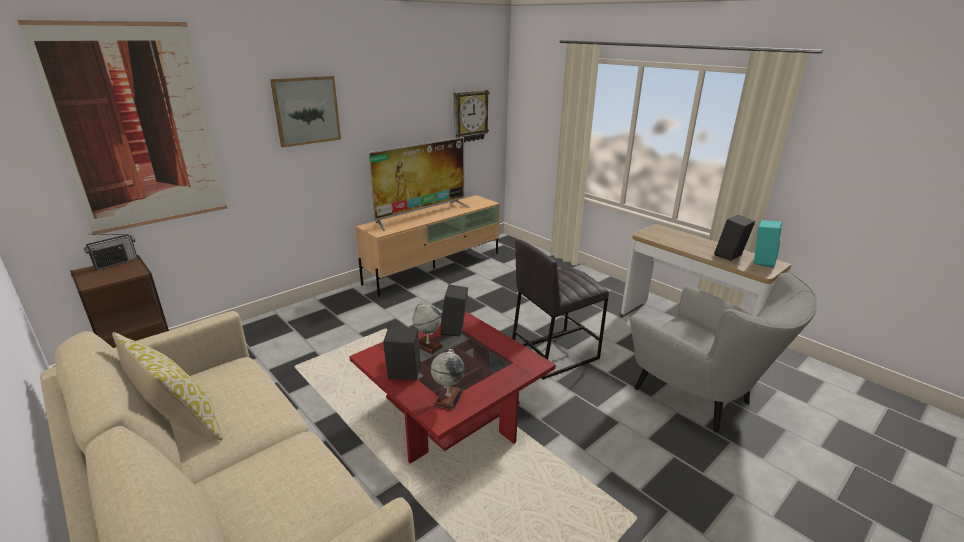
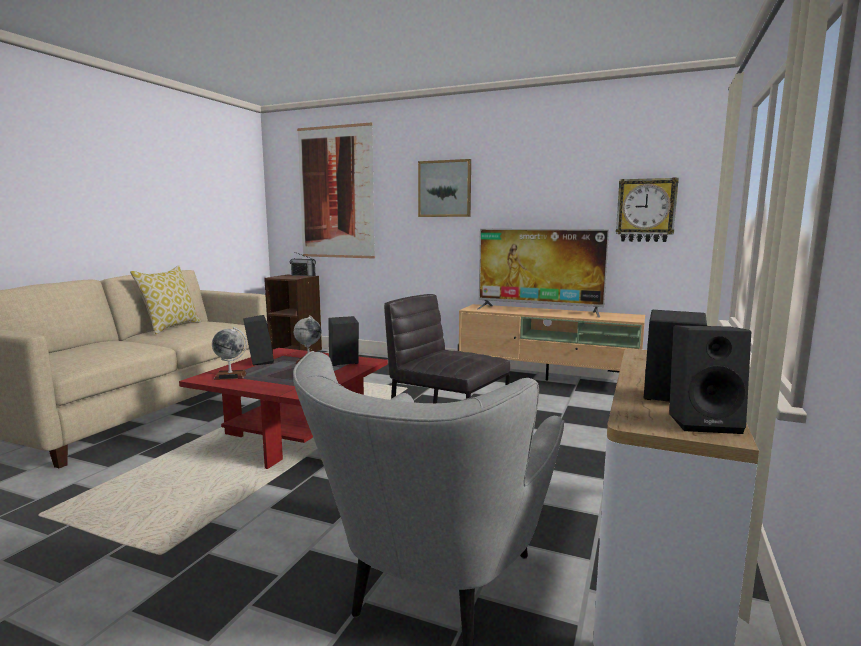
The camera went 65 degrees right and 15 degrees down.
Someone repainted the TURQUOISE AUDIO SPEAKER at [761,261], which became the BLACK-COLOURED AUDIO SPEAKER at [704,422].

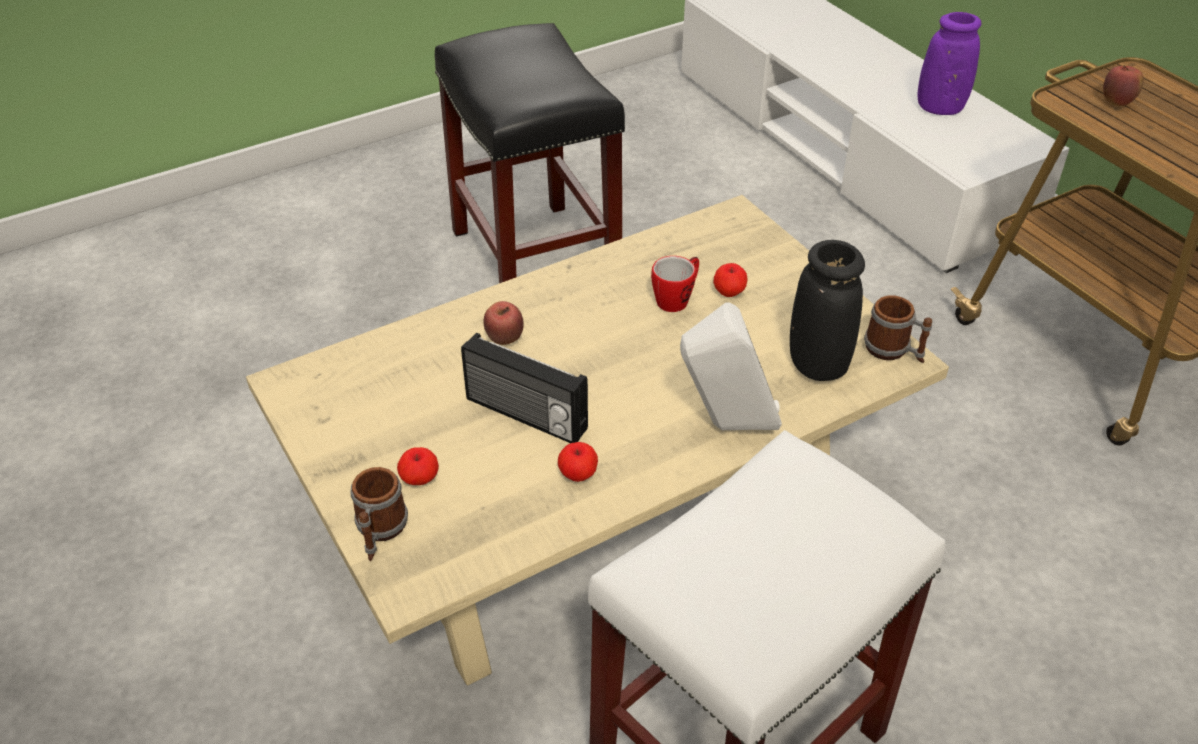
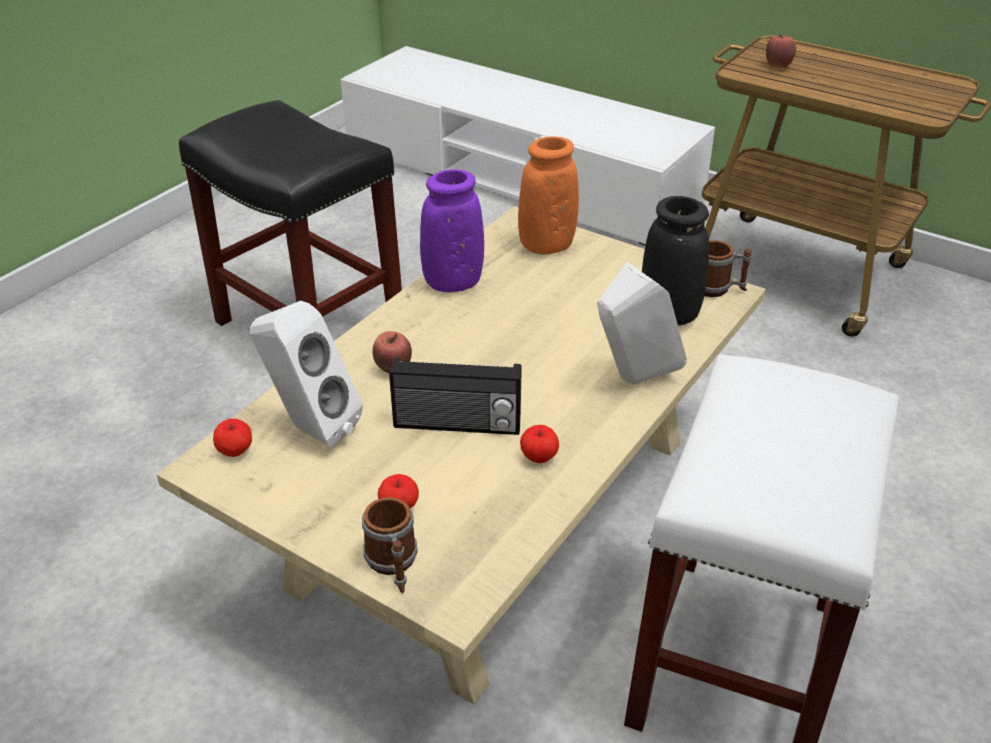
The camera went 25 degrees left and 5 degrees down.
Someone carried the PURPLISH FLOWER VASE from [940,108] to [453,283].
Someone took away the MUG at [677,299].
Someone carried the APPLE from [729,292] to [235,451].
Someone put down the ORANGE-COLOURED FLOWER VASE at [546,246].
Someone put down the WHITE-COLOURED AUDIO SPEAKER at [310,428].

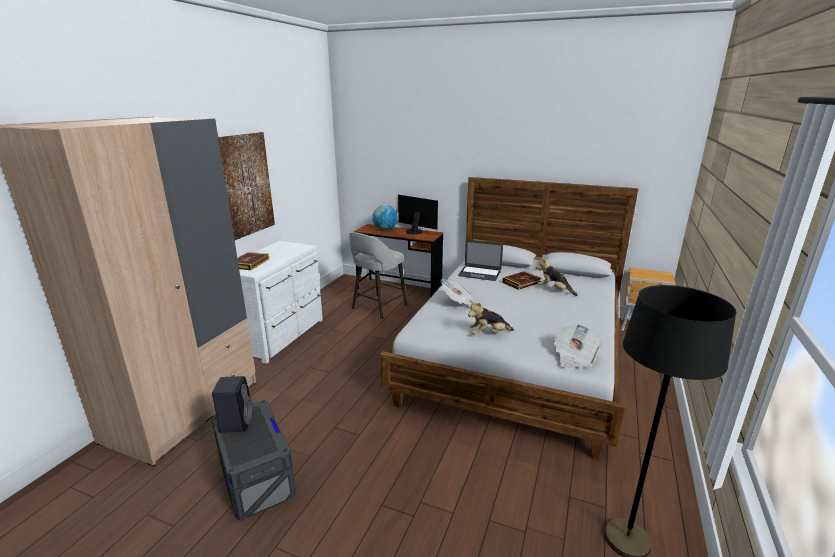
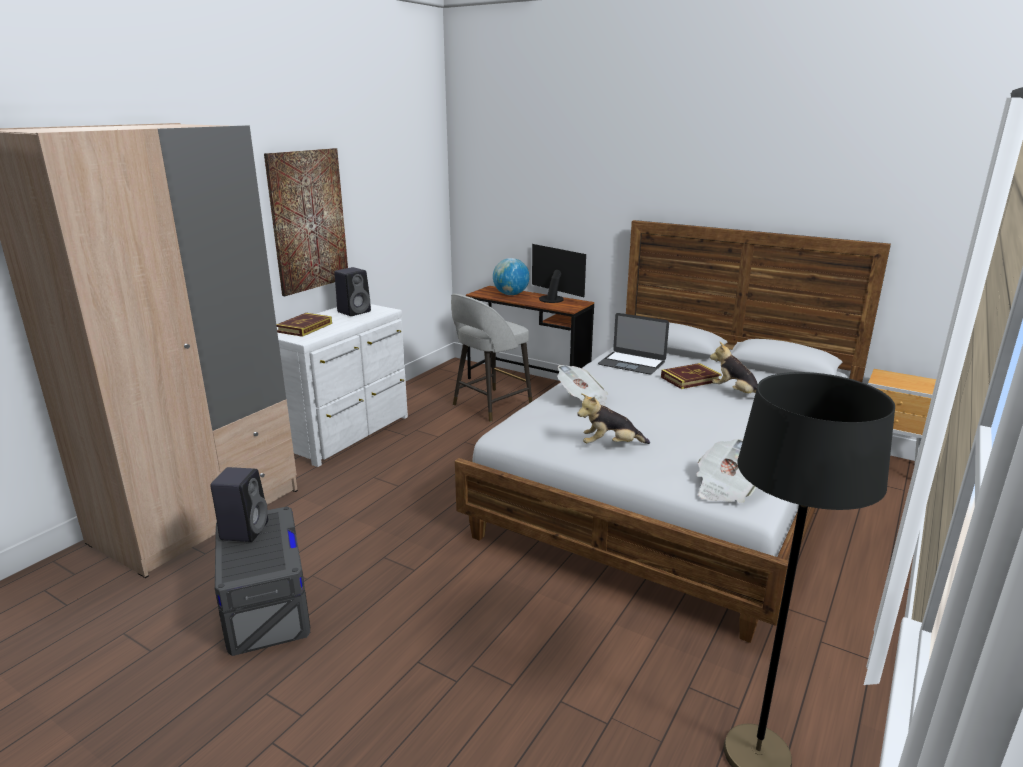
The camera went 10 degrees right and 0 degrees up.
Someone put down the BLACK-COLOURED AUDIO SPEAKER at [354,311].

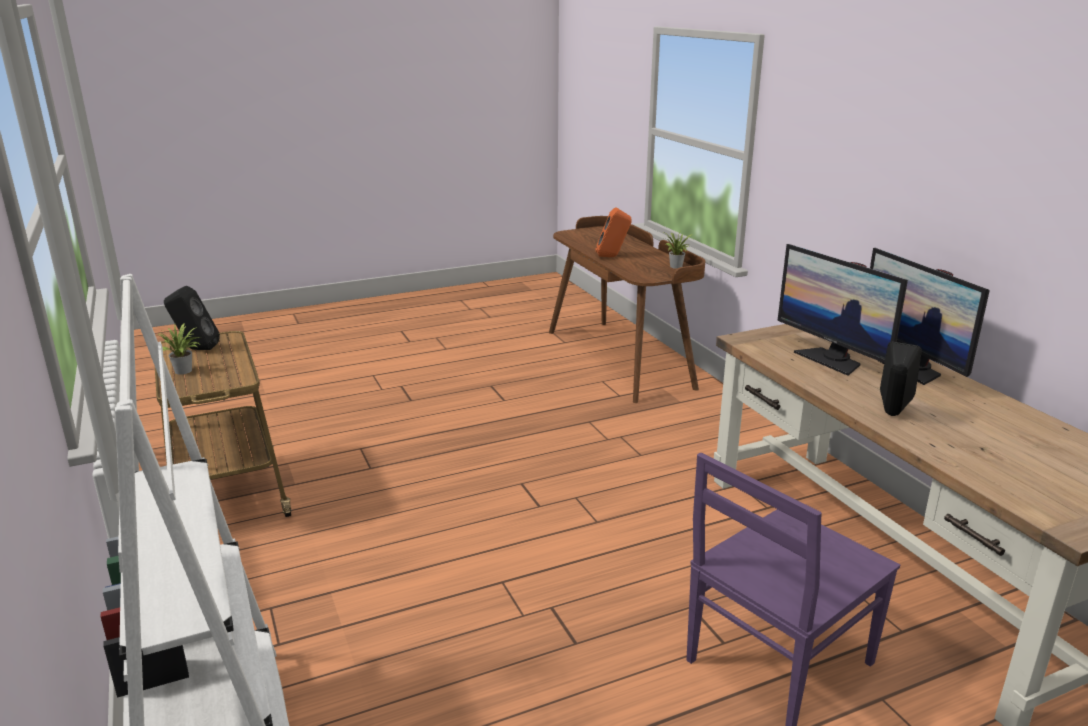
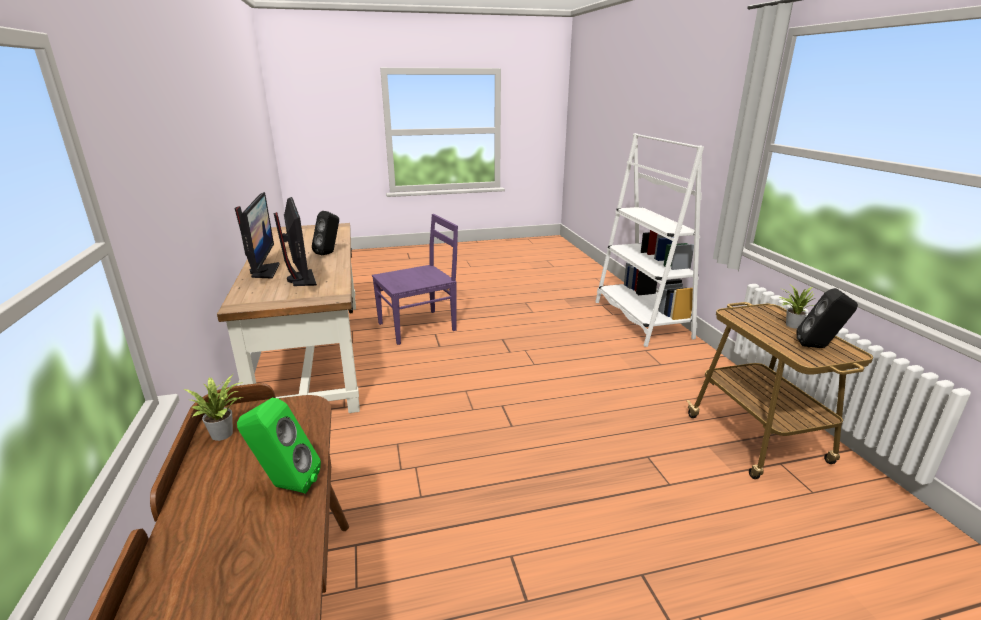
The camera went 170 degrees left and 0 degrees up.
Someone repainted the ORANGE-COLOURED AUDIO SPEAKER at [612,257], which became the GREEN AUDIO SPEAKER at [285,485].

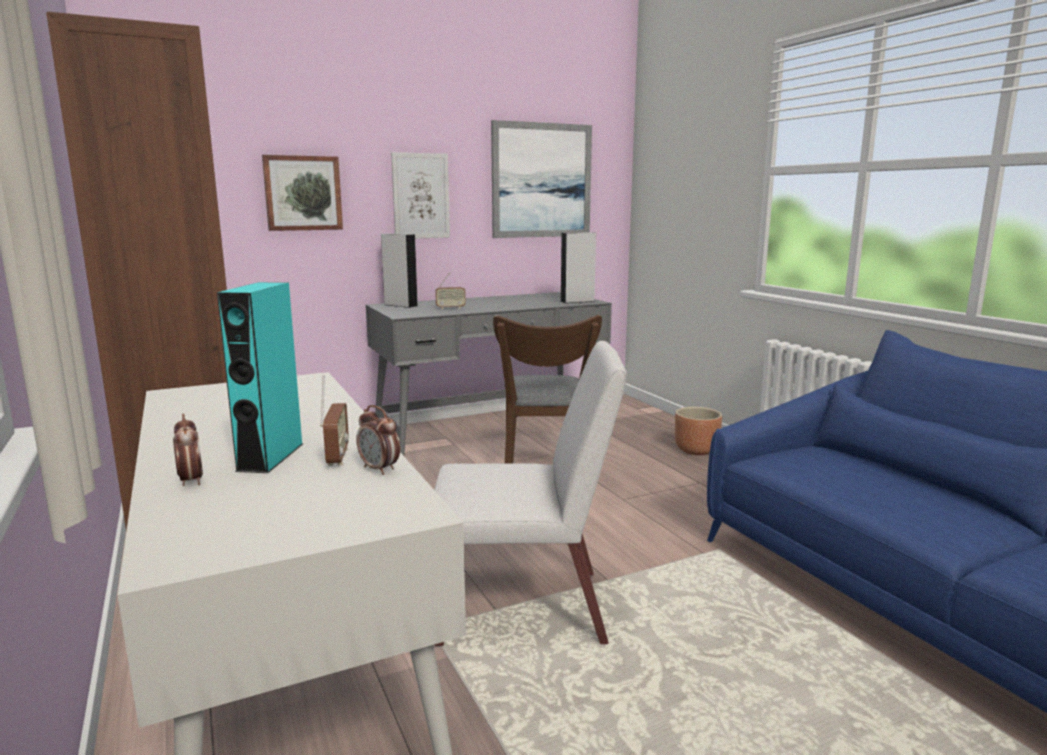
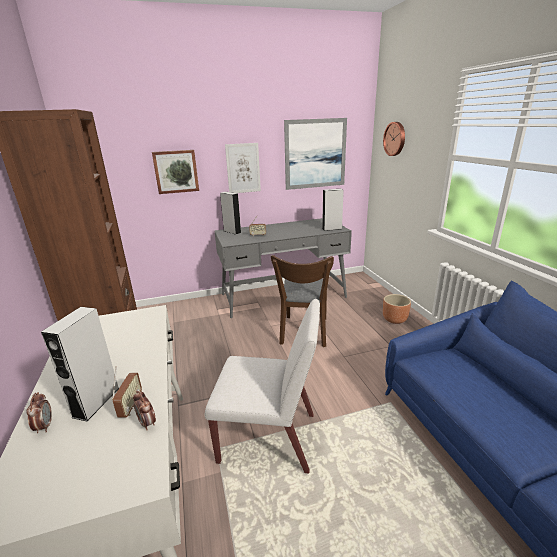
The camera went 10 degrees right and 10 degrees up.
Someone repainted the TURQUOISE AUDIO SPEAKER at [270,457], which became the GREYISH AUDIO SPEAKER at [96,402].
Someone put up the CLOCK ON THE WALL at [395,139].

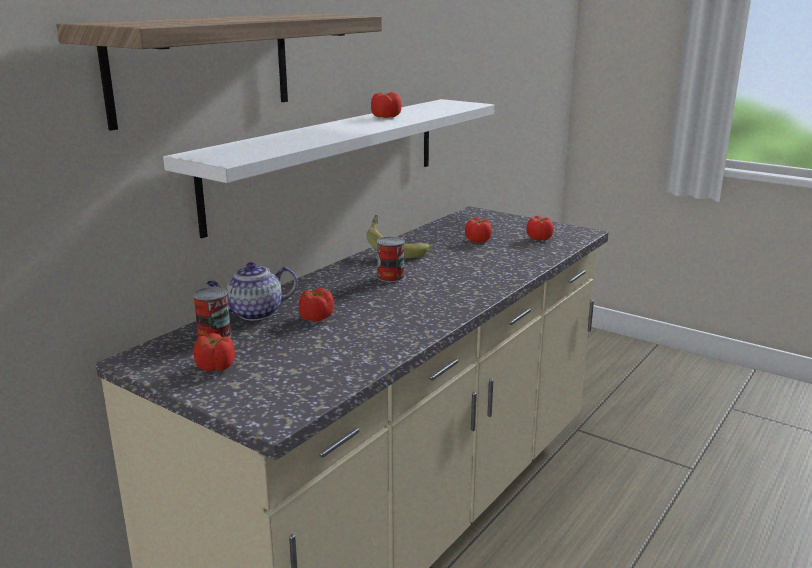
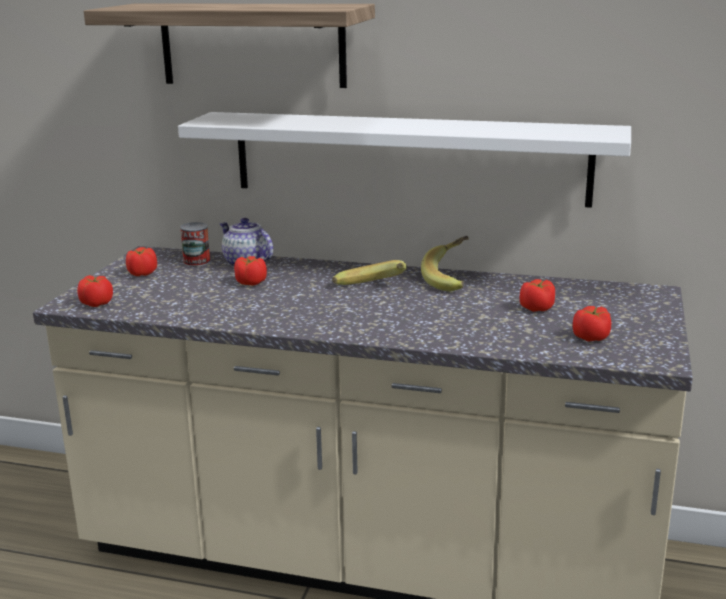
The camera went 70 degrees right and 0 degrees up.
Someone carried the FRESH TOMATO from [386,117] to [96,303].
Someone swapped the METAL CAN at [390,277] for the BANANA at [373,290].

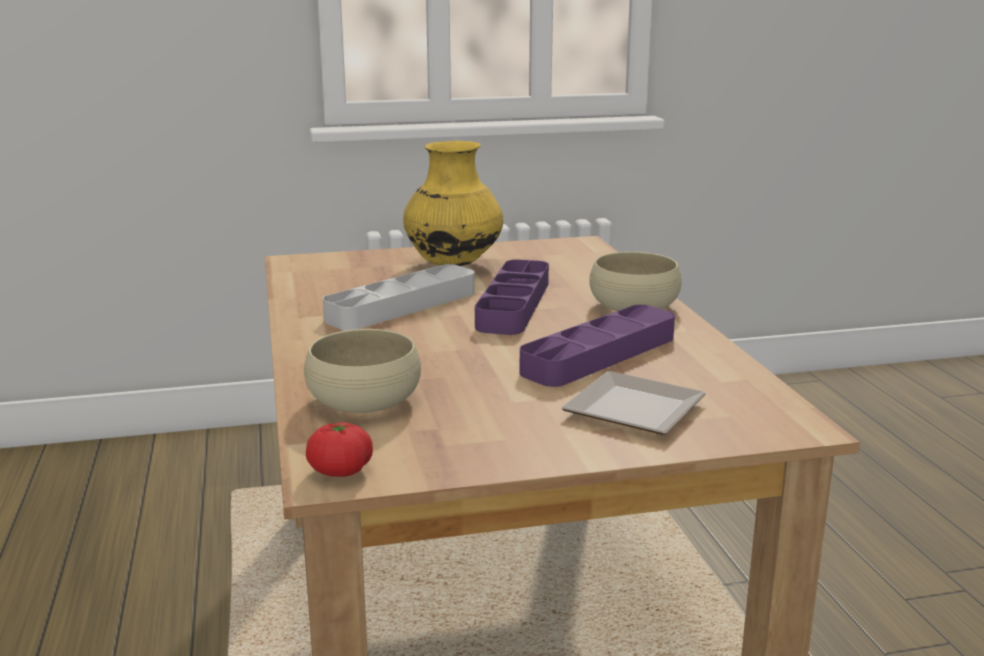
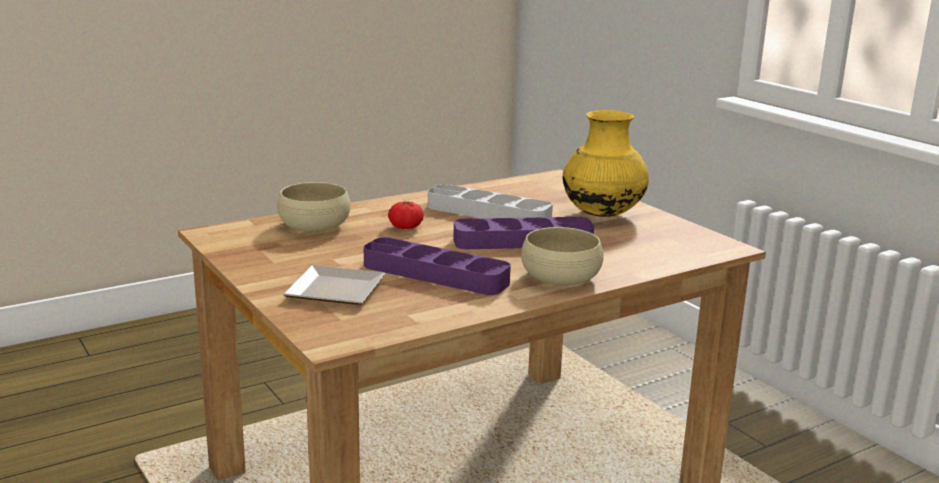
The camera went 70 degrees right and 0 degrees up.
Someone carried the FRESH TOMATO from [340,471] to [405,227].

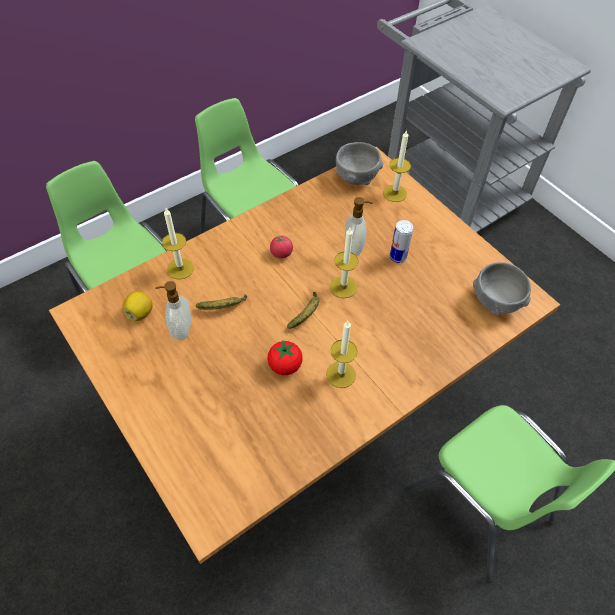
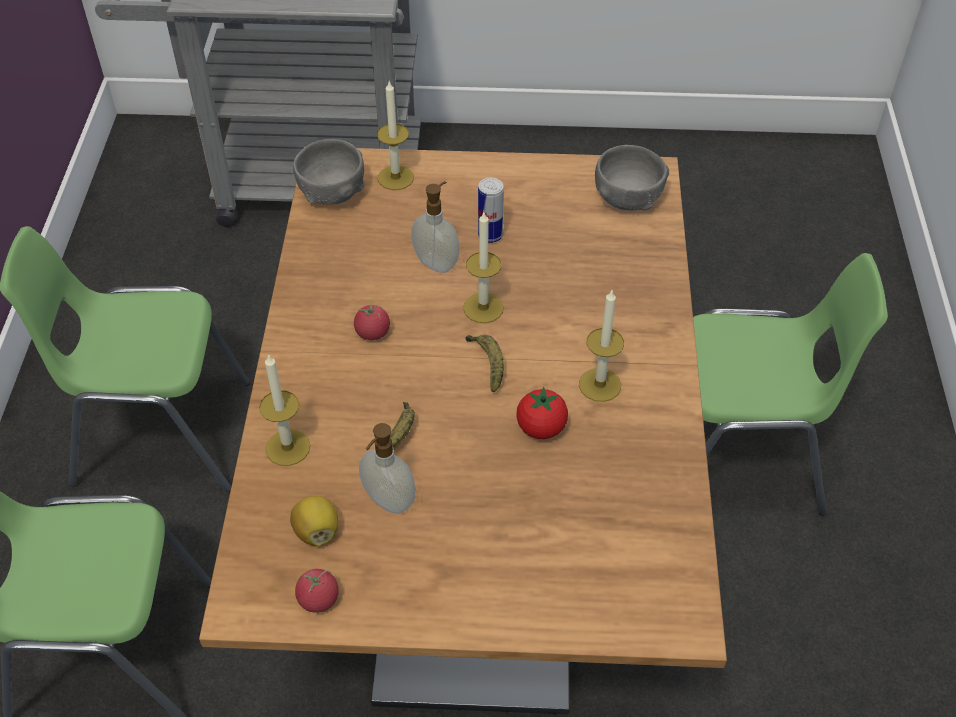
The camera went 50 degrees left and 5 degrees down.
Someone put down the FRESH TOMATO at [318,599].

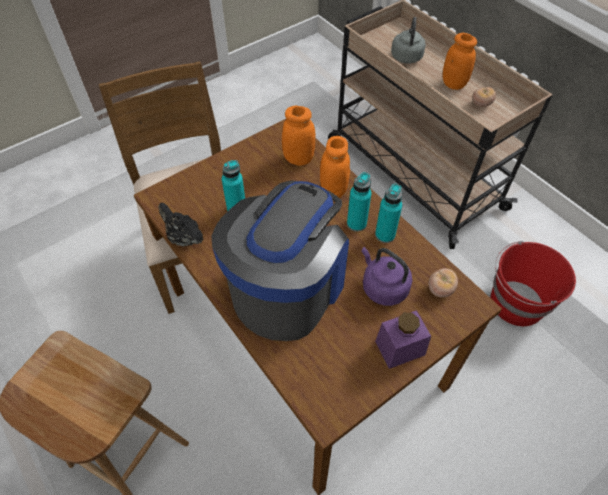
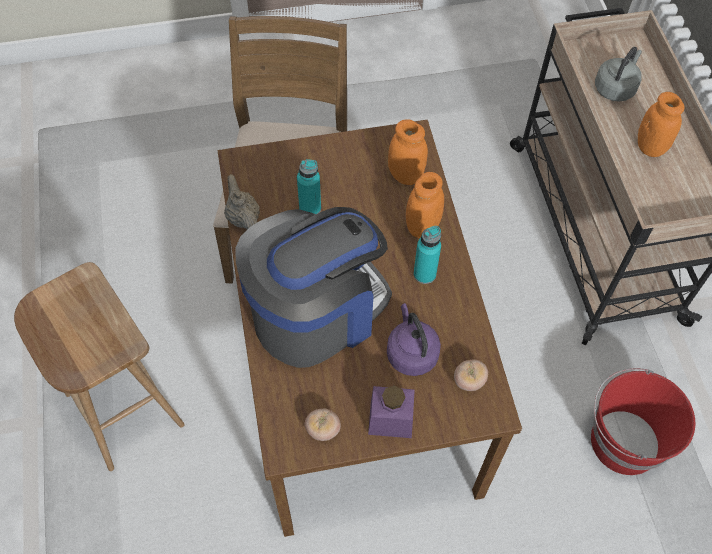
The camera went 25 degrees right and 5 degrees up.
Someone carried the FRESH TOMATO from [481,104] to [323,429].
Someone took away the TURQUOISE DRINK BOTTLE at [385,235].
Someone repainted the BLACK-COLOURED TEAPOT at [183,238], which became the BEIGE TEAPOT at [242,217].

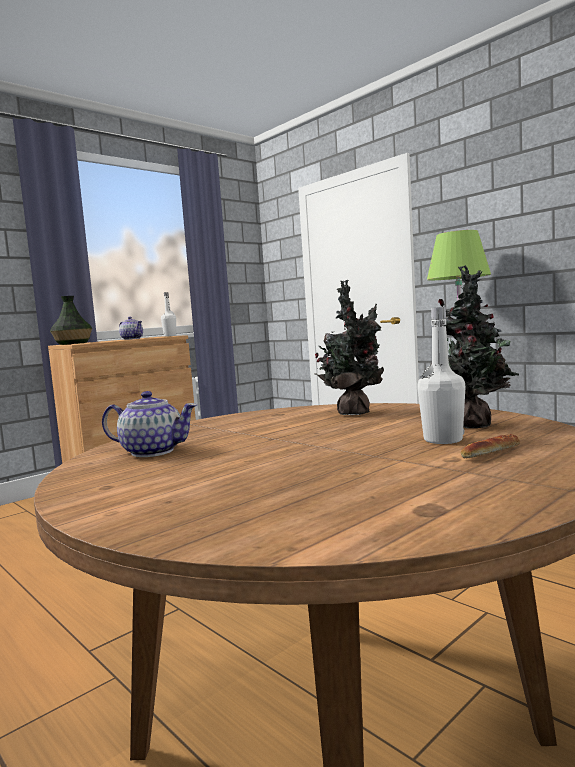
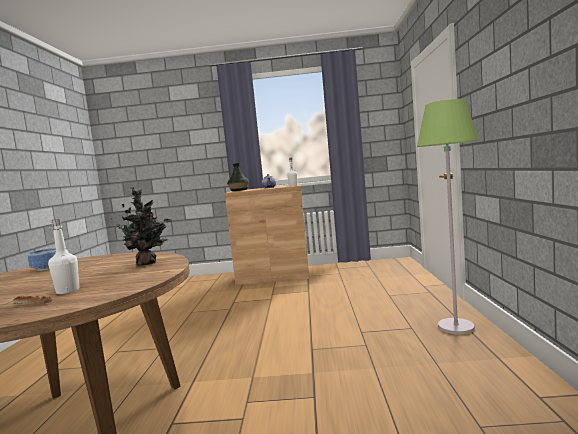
The camera went 45 degrees right and 0 degrees up.
Someone took away the PLANT IN A POT at [475,426].
Someone swapped the TEAPOT at [152,451] for the BOWL at [46,268].

